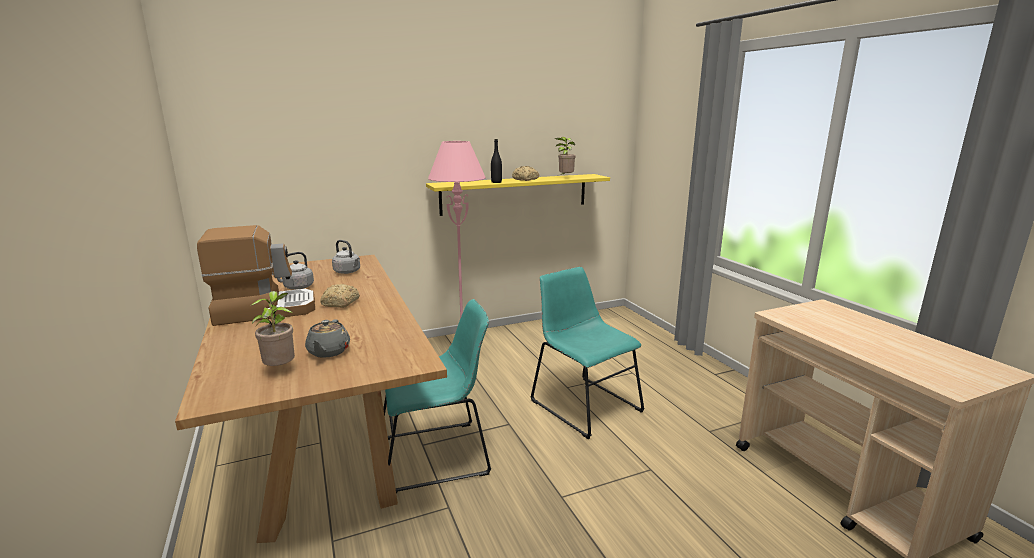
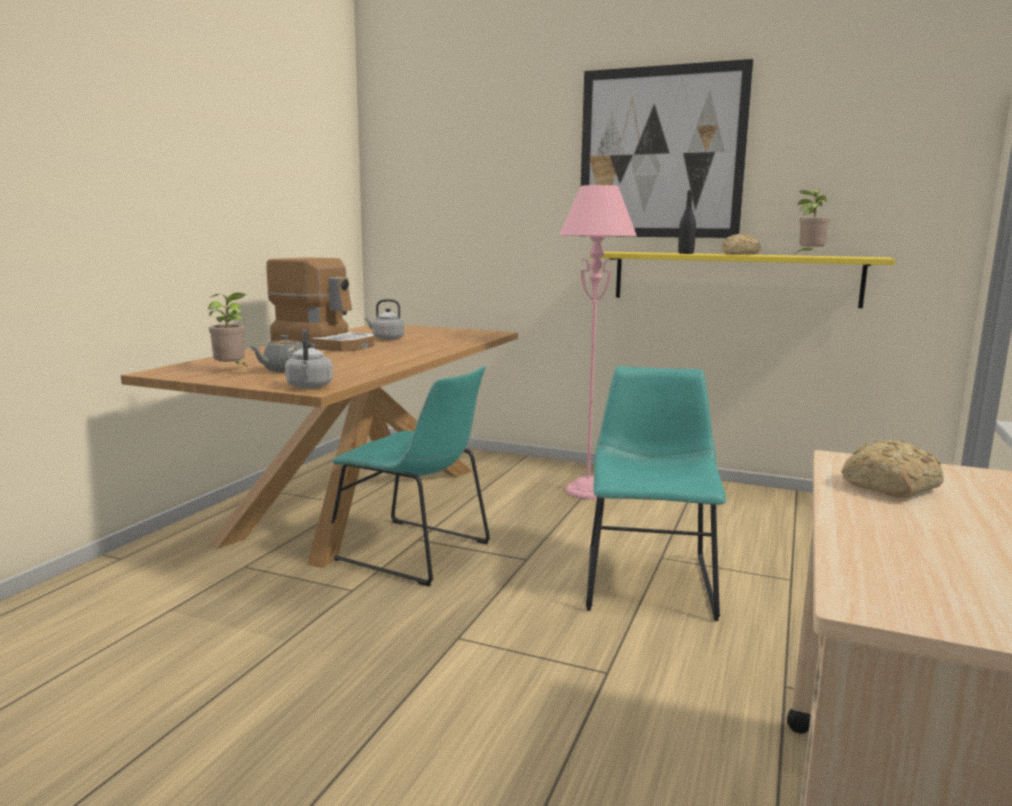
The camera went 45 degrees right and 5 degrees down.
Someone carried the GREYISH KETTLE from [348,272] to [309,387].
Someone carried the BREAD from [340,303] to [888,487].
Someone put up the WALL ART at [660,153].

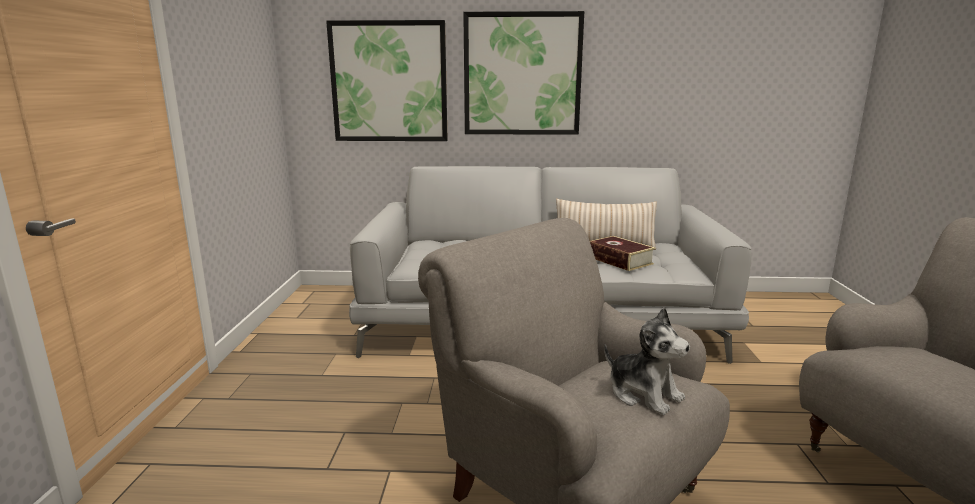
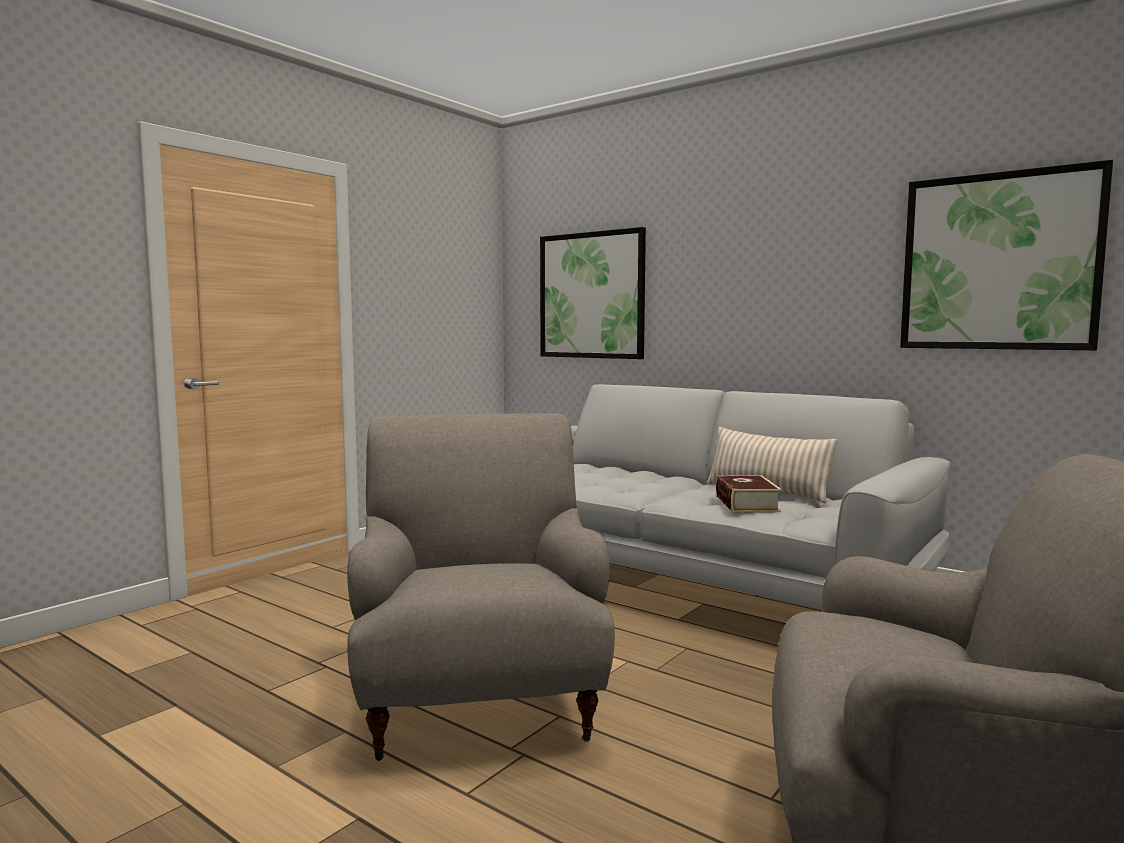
The camera went 35 degrees right and 10 degrees down.
Someone carried the WALL ART from [522,74] to [998,262].
Someone took away the PLUSH TOY at [644,394].

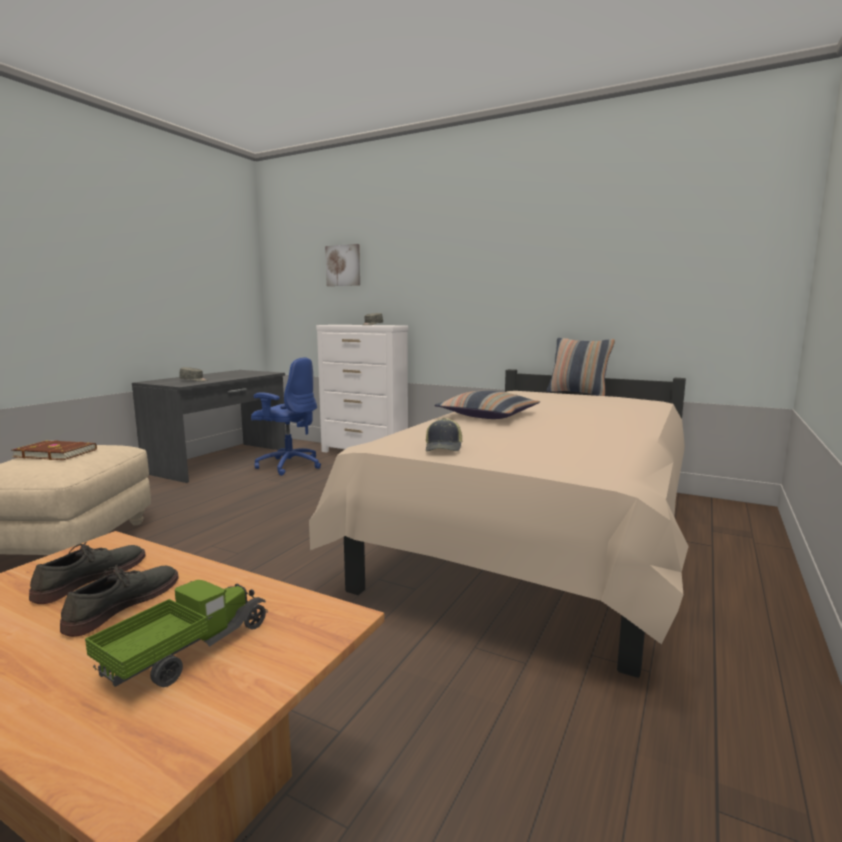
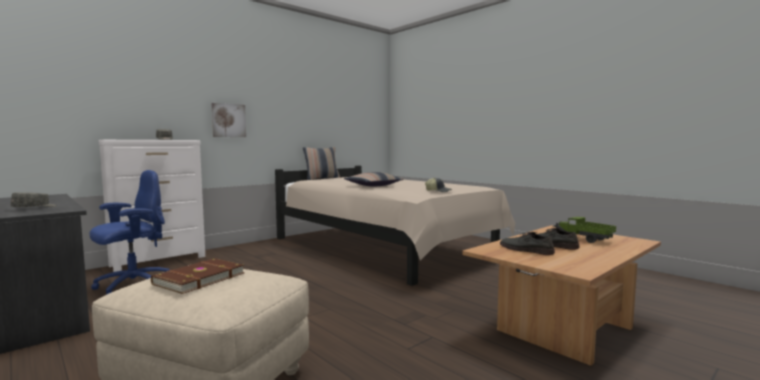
The camera went 70 degrees left and 5 degrees down.
Someone carried the WALL ART from [343,265] to [228,120].

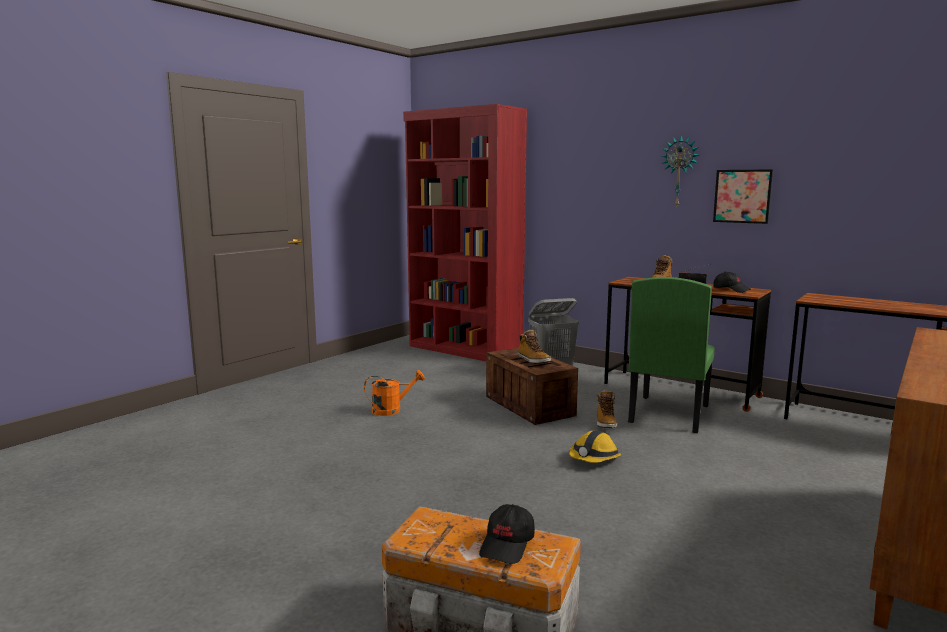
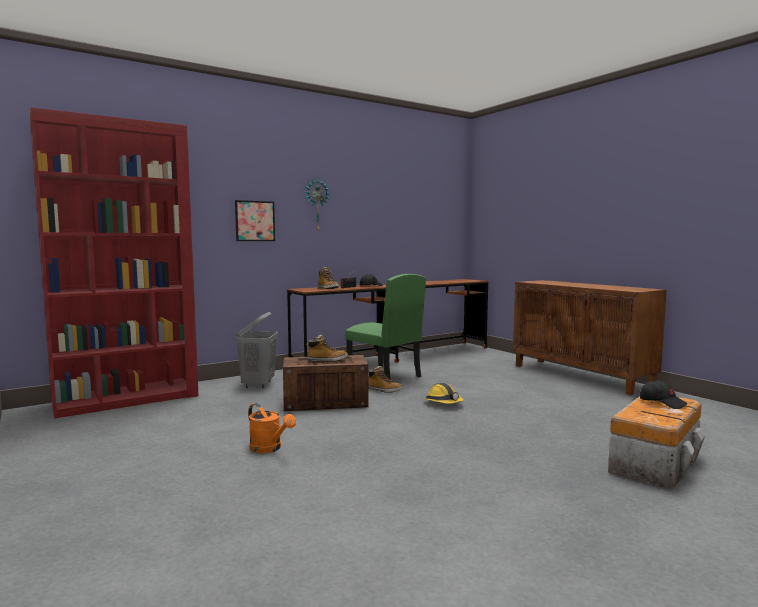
The camera went 70 degrees left and 5 degrees down.
Someone carried the WALL ART from [742,196] to [255,221].
Someone rotated the ORANGE-COLOURED WATERING CAN at [392,410] by 135 degrees clockwise.

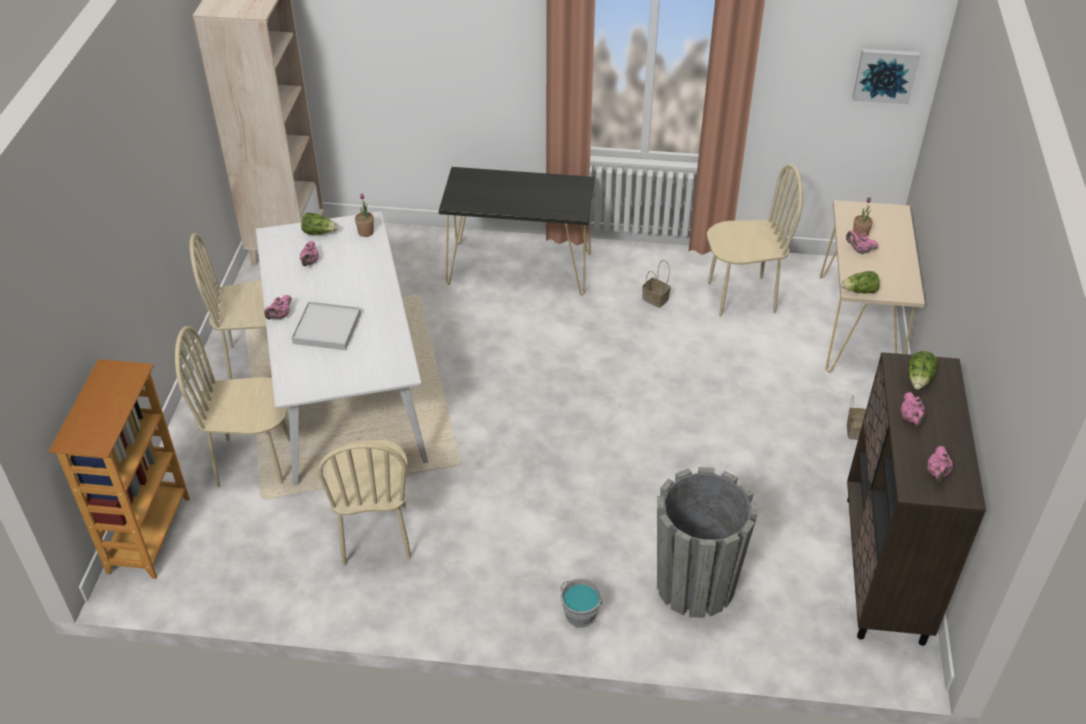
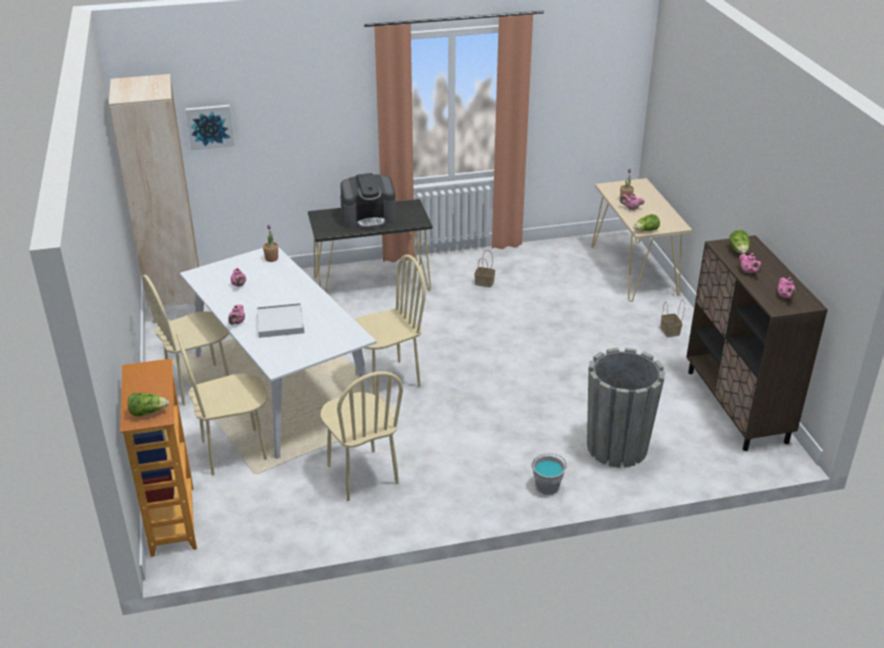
The camera went 20 degrees left and 10 degrees down.
Someone carried the WALL ART from [885,74] to [210,126].
Someone carried the BEIGE CHAIR from [741,297] to [387,380].
Someone carried the LETTUCE HEAD from [319,232] to [147,412].
Someone put down the COFFEE MAKER at [369,218].

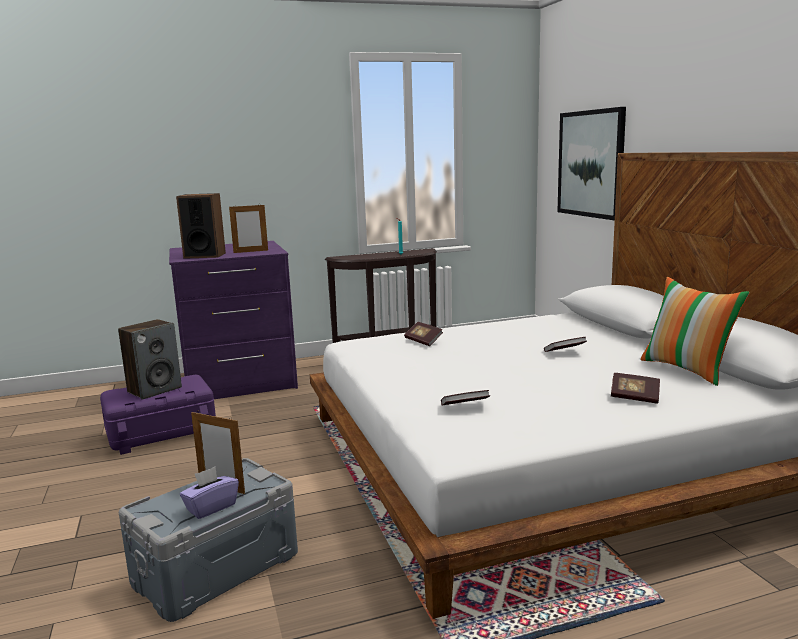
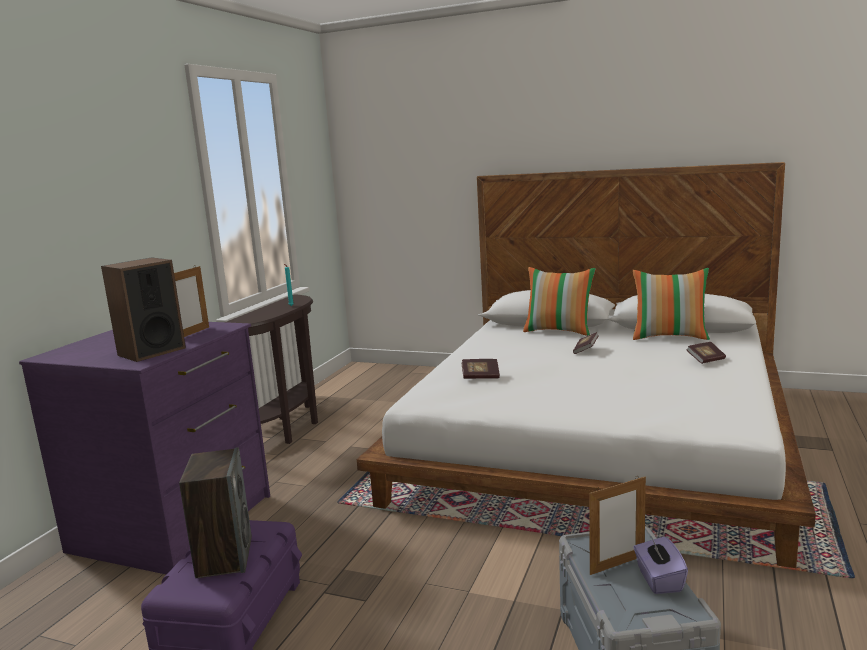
The camera went 50 degrees left and 0 degrees up.
Someone took away the WALL ART at [590,164].
Someone took away the VOLUME at [465,407].
Someone put down the PILLOW at [559,331].

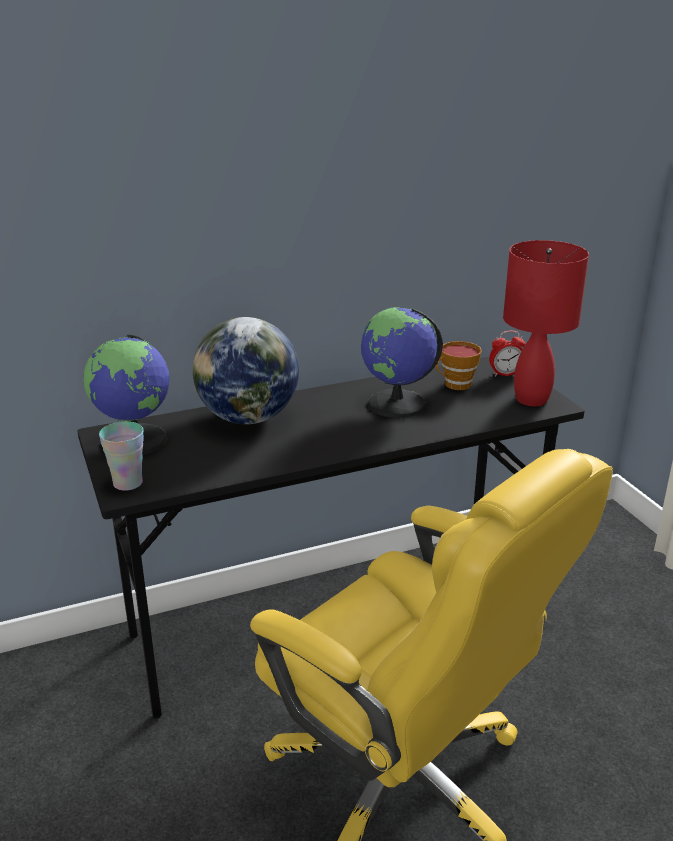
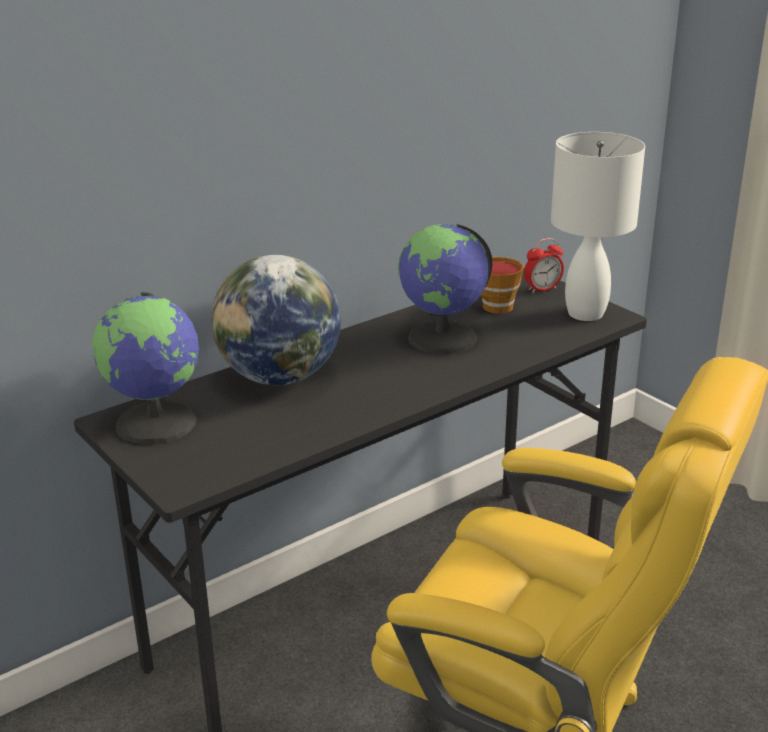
The camera went 15 degrees left and 0 degrees up.
Someone repainted the RED LAMP FOR A TABLE at [531,399], which became the WHITE-COLOURED LAMP FOR A TABLE at [584,313].
Someone took away the DRINKING CUP at [128,483].

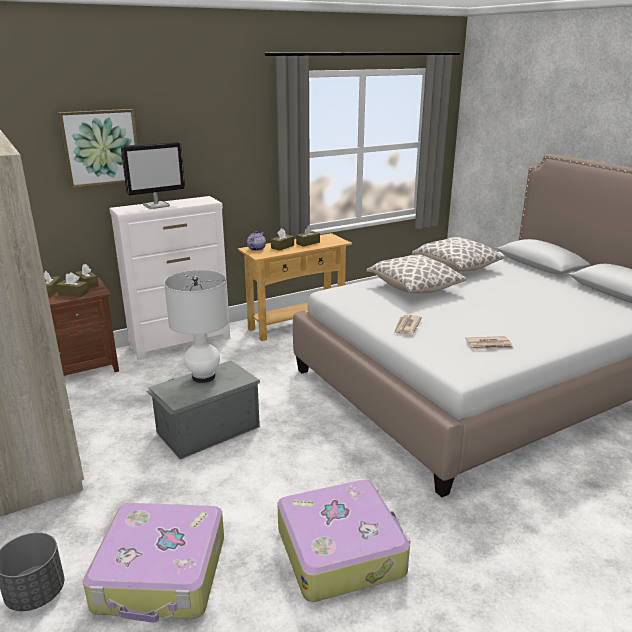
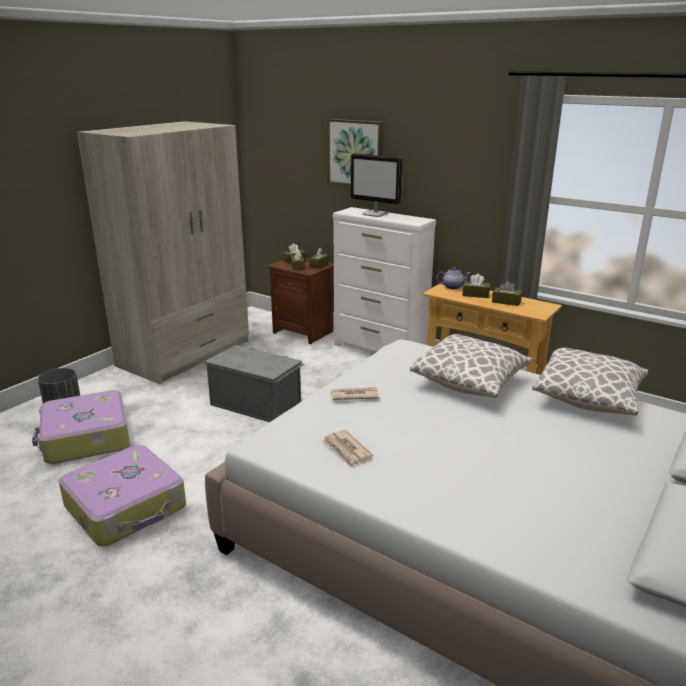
The camera went 65 degrees right and 0 degrees up.
Someone took away the WHITE-COLOURED LAMP FOR A TABLE at [204,377].

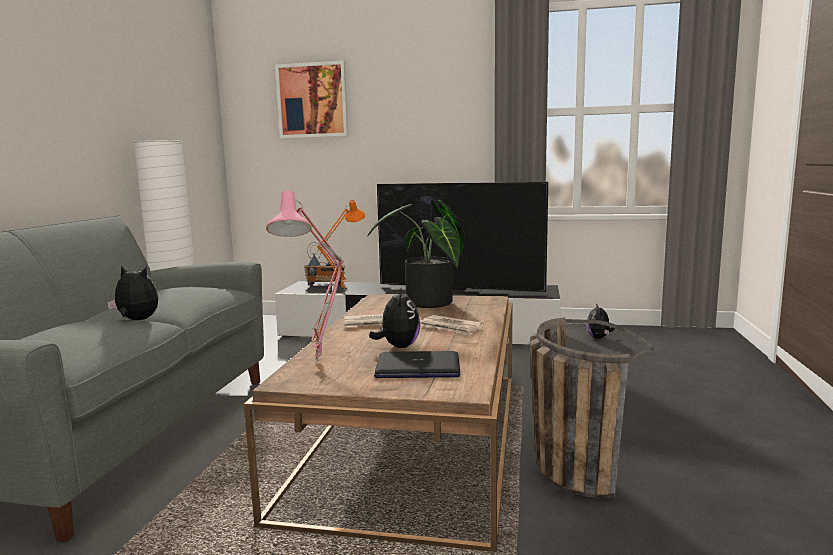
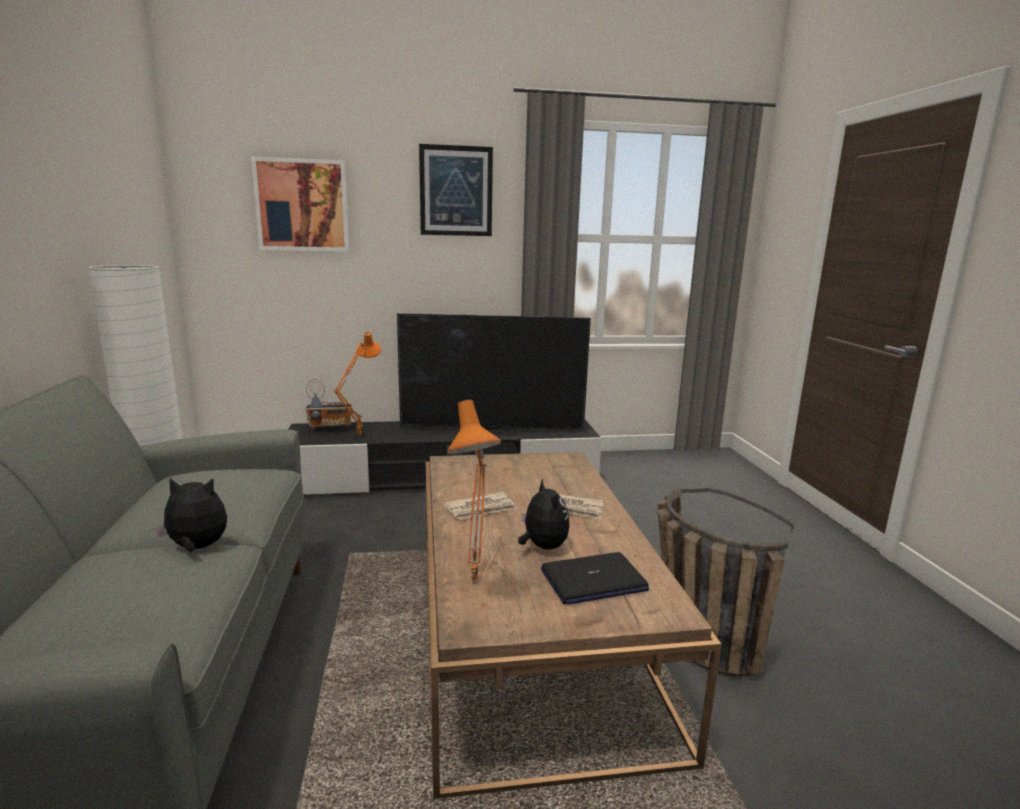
The camera went 20 degrees left and 5 degrees up.
Someone repainted the PINKISH LAMP FOR A TABLE at [321,361], which became the ORANGE-COLOURED LAMP FOR A TABLE at [478,583].
Someone took away the PLANT IN A POT at [428,304].
Someone took away the PLUSH TOY at [599,338].
Someone put up the WALL ART at [456,191].

